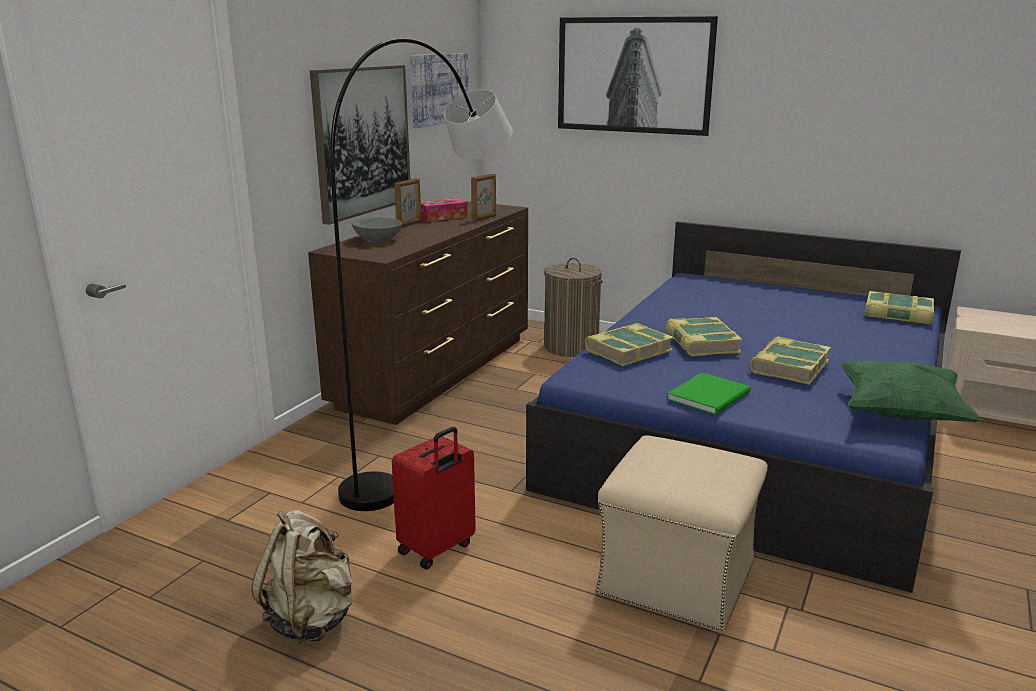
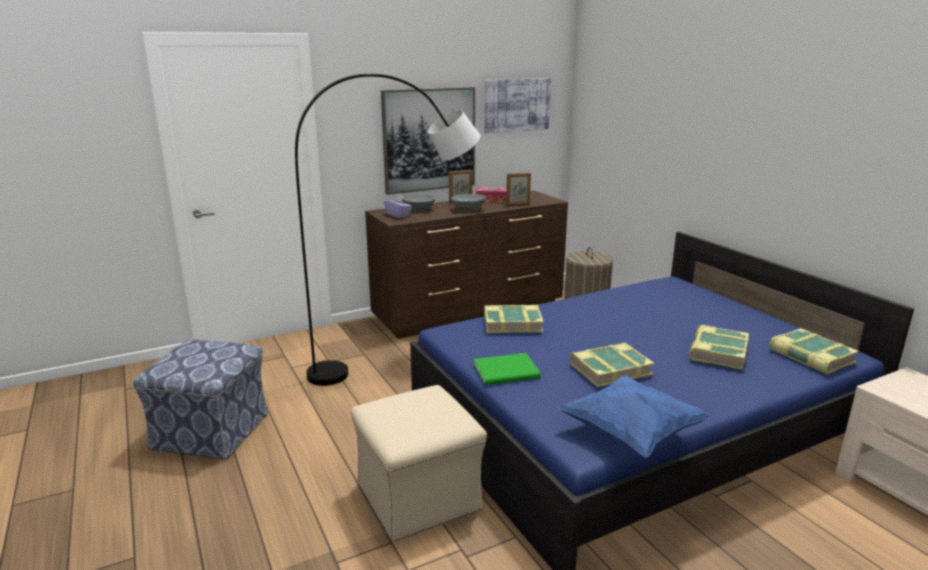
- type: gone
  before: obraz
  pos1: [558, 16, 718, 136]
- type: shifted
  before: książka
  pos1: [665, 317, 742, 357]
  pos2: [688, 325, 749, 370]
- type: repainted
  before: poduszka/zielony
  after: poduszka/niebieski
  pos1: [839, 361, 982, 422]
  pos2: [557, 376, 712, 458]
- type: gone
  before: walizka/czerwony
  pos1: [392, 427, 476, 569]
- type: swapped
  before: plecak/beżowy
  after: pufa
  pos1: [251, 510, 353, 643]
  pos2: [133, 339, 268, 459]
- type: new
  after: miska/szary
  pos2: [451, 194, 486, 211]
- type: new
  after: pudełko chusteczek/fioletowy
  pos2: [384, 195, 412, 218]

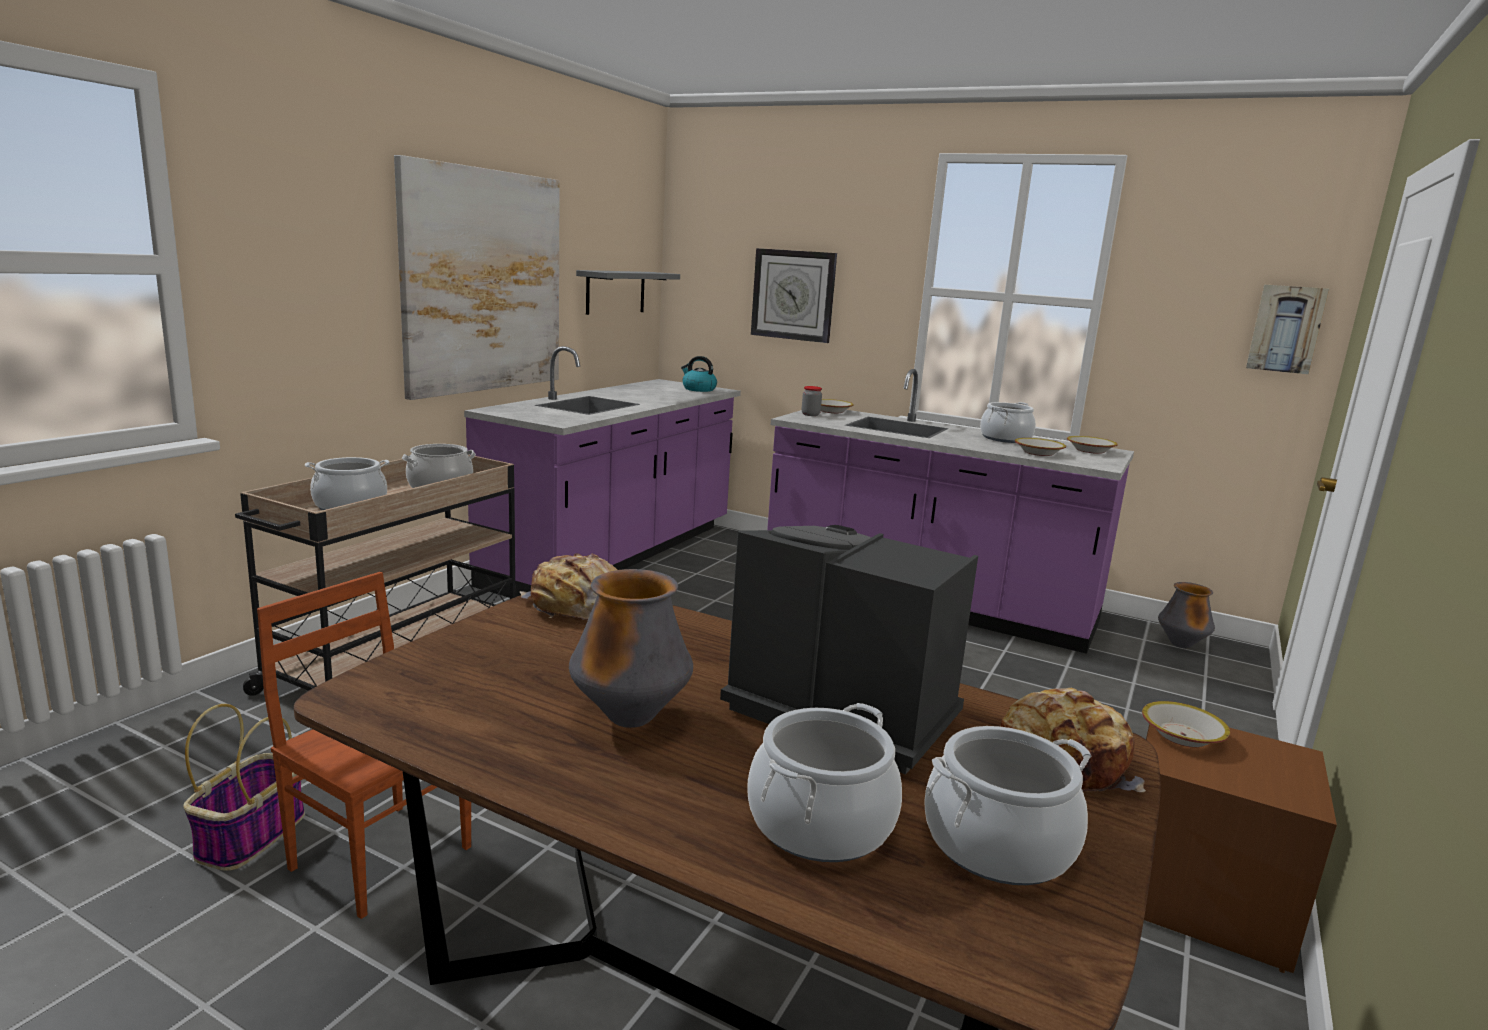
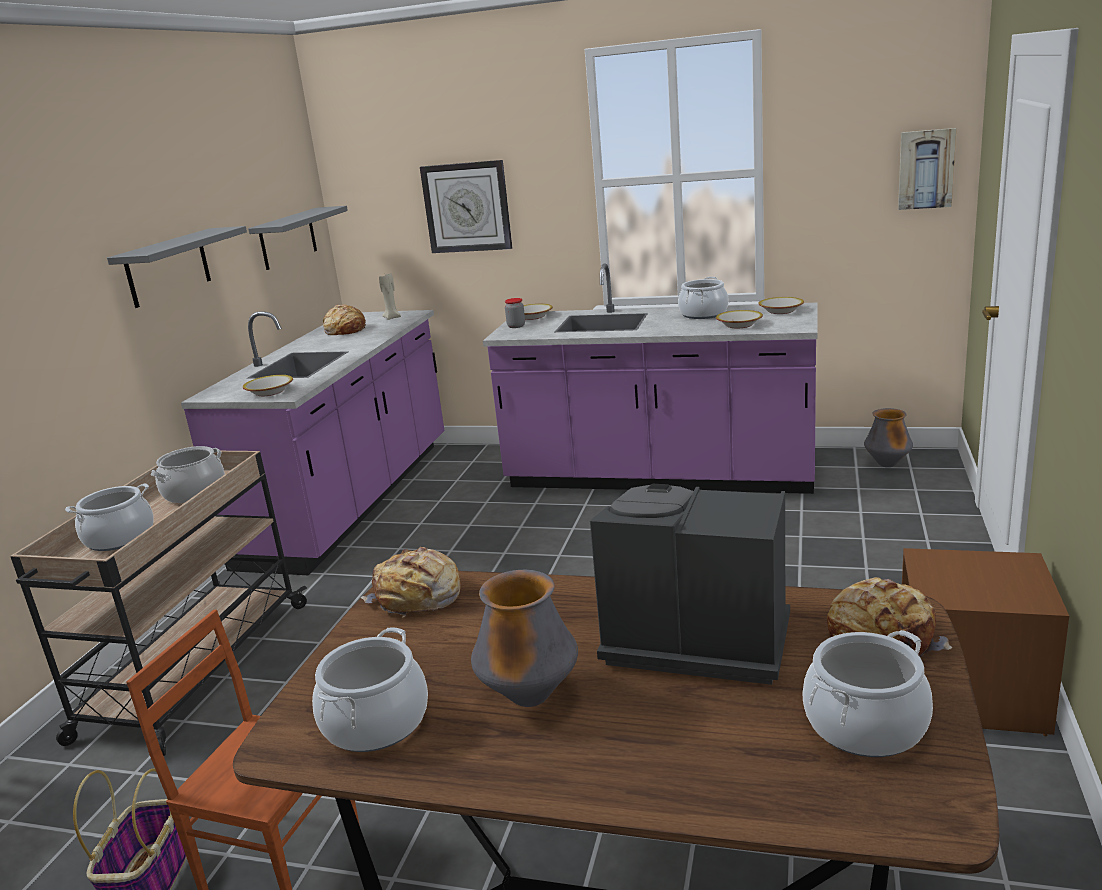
- type: swapped
  before: obraz
  after: półka/szary
  pos1: [394, 155, 560, 400]
  pos2: [107, 226, 247, 308]
- type: swapped
  before: czajnik
  after: świeca/beżowy
  pos1: [681, 356, 717, 392]
  pos2: [379, 273, 401, 320]
- type: shifted
  before: miska
  pos1: [1142, 701, 1231, 747]
  pos2: [243, 375, 293, 396]
- type: shifted
  before: garnek
  pos1: [747, 703, 902, 862]
  pos2: [312, 627, 428, 752]
- type: new
  after: chleb
  pos2: [323, 304, 366, 335]

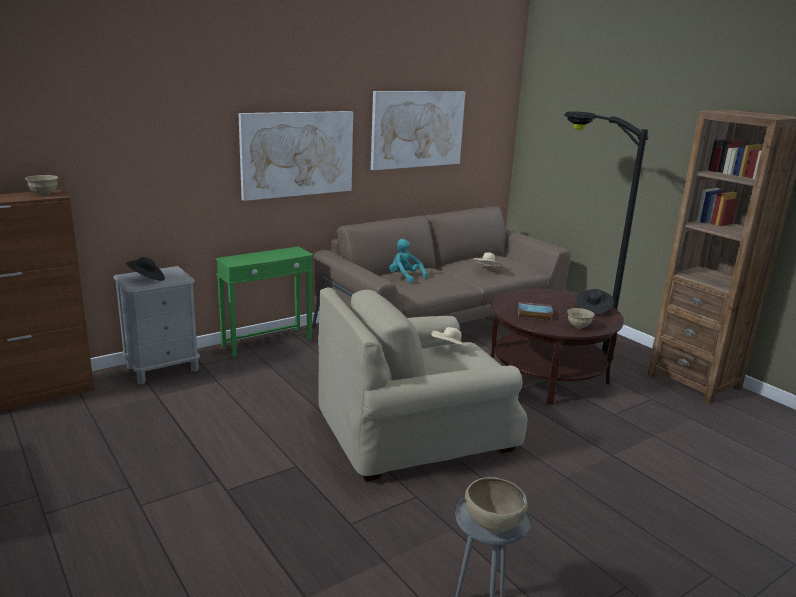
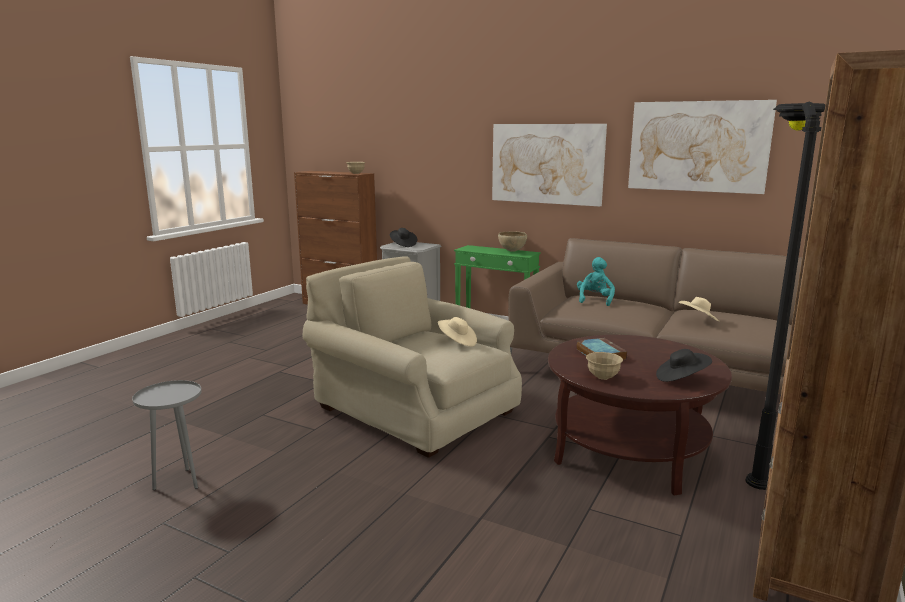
- type: shifted
  before: miska/brązowy
  pos1: [465, 477, 528, 532]
  pos2: [498, 232, 527, 252]

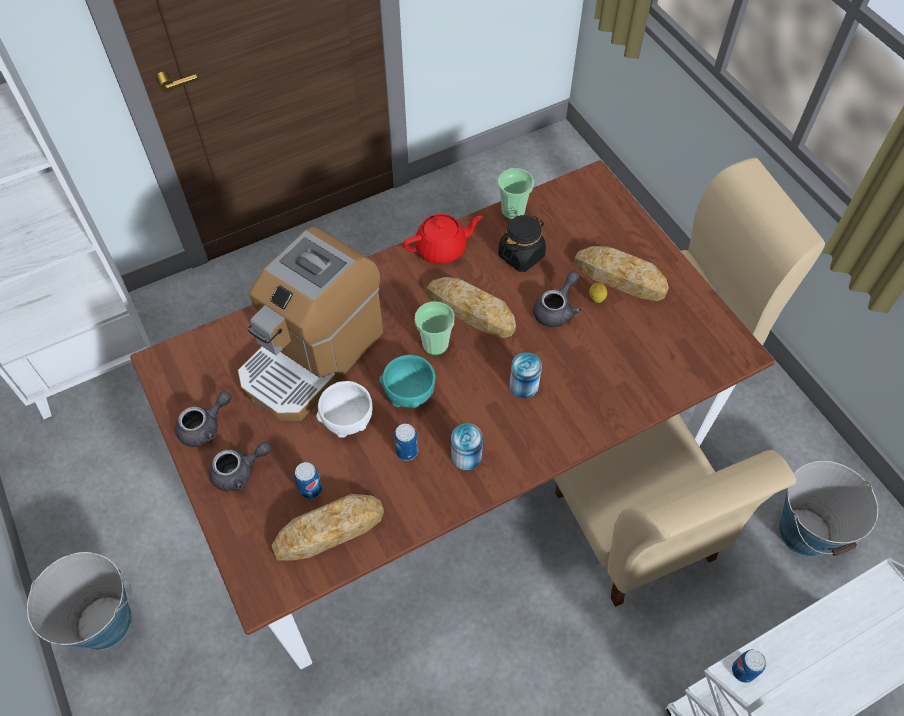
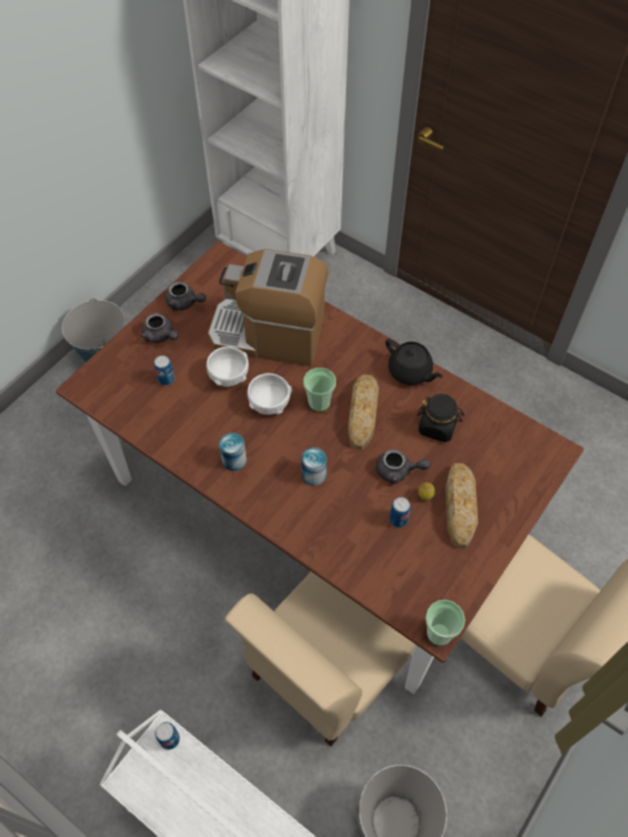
- type: shifted
  before: filiżanka
  pos1: [498, 168, 534, 220]
  pos2: [425, 600, 465, 646]
- type: repainted
  before: imbryk/czerwony
  after: imbryk/czarny
  pos1: [403, 214, 483, 264]
  pos2: [386, 339, 443, 385]
- type: repainted
  before: miska/turkusowy
  after: miska/biały
  pos1: [379, 355, 435, 408]
  pos2: [247, 373, 292, 415]
- type: shifted
  before: puszka
  pos1: [394, 424, 418, 461]
  pos2: [389, 497, 411, 528]
- type: gone
  before: chleb
  pos1: [271, 494, 384, 561]

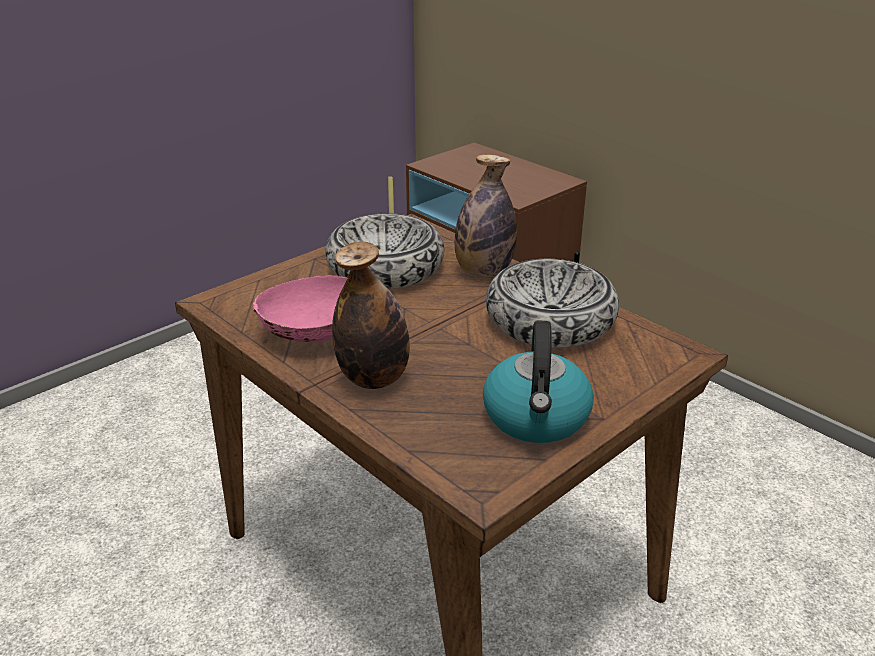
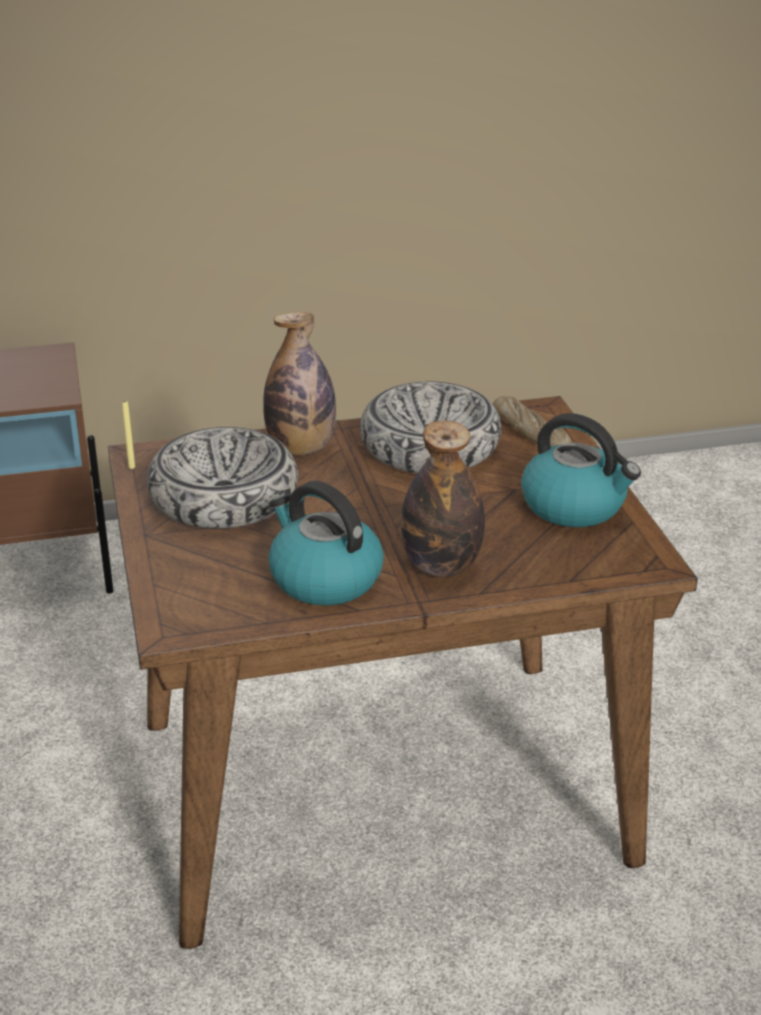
- type: swapped
  before: miska/różowy
  after: czajnik
  pos1: [253, 275, 347, 342]
  pos2: [268, 481, 384, 606]
- type: new
  after: chleb
  pos2: [493, 396, 572, 447]

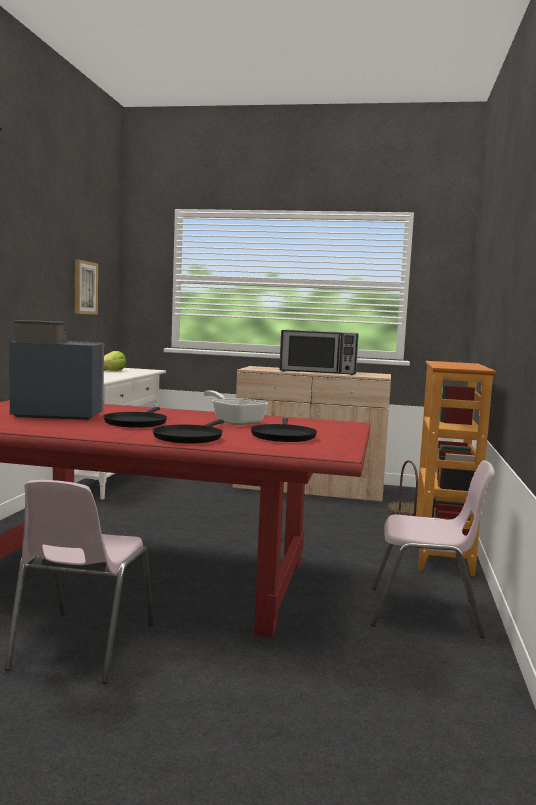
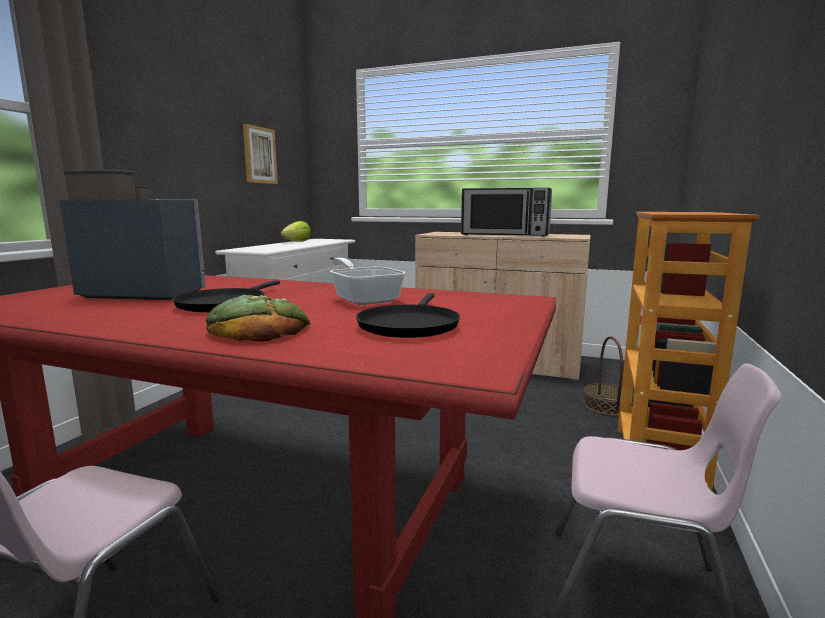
- type: swapped
  before: patelnia/czarny
  after: chleb
  pos1: [153, 419, 224, 443]
  pos2: [206, 295, 311, 342]

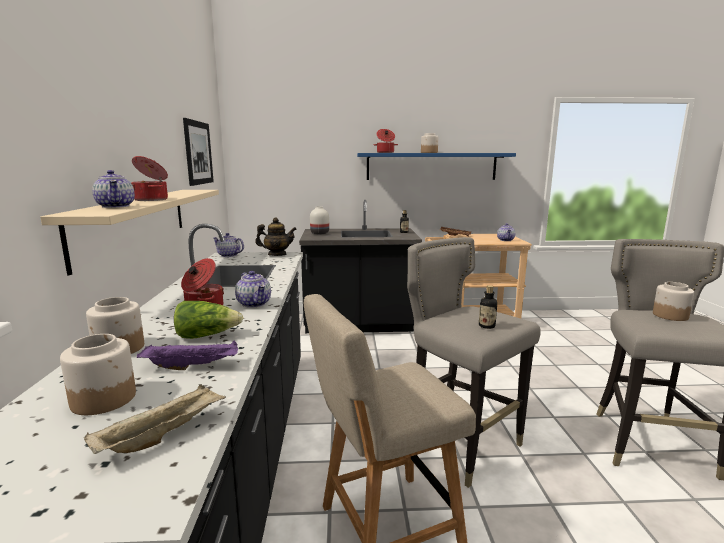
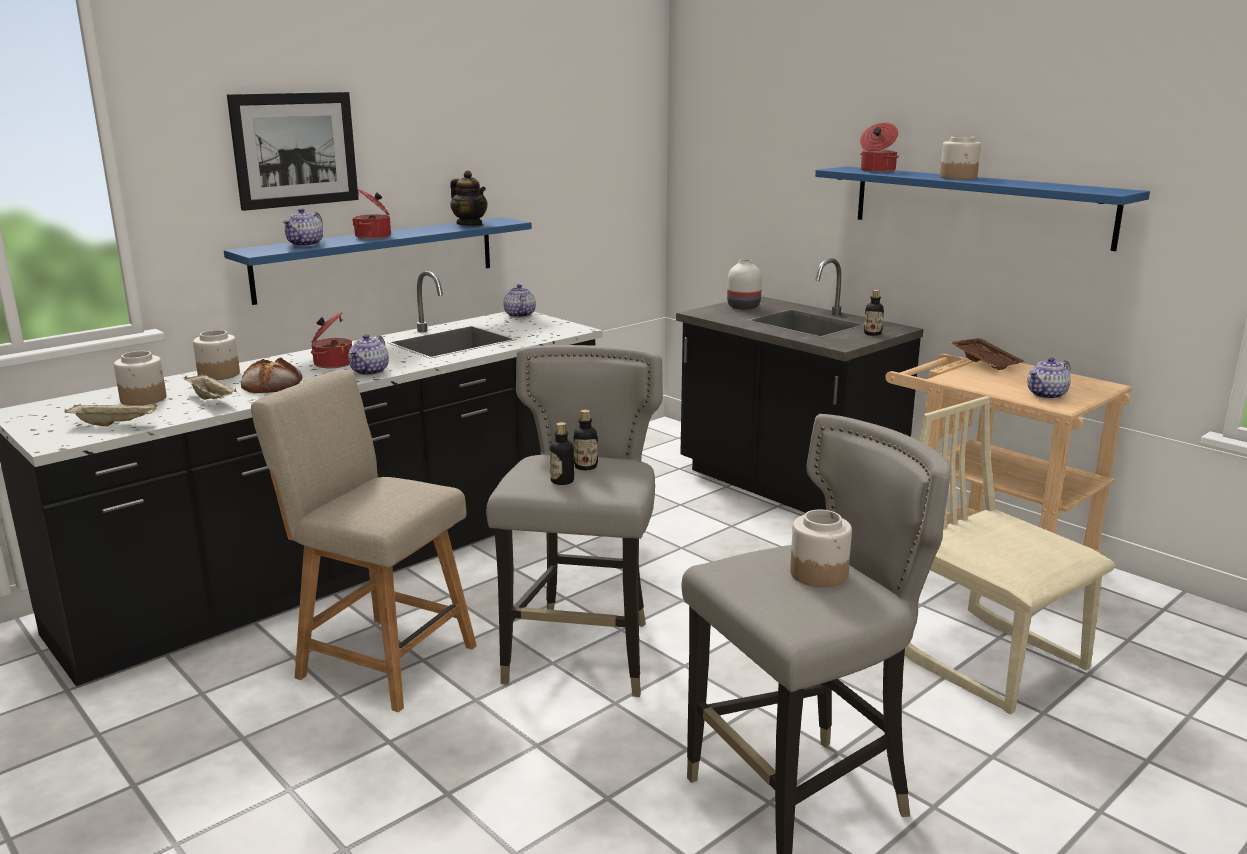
- type: shifted
  before: obraz
  pos1: [183, 118, 214, 186]
  pos2: [227, 92, 359, 211]
- type: repainted
  before: półka/beżowy
  after: półka/niebieski
  pos1: [40, 190, 219, 275]
  pos2: [224, 217, 532, 305]
- type: shifted
  before: imbryk
  pos1: [255, 218, 297, 256]
  pos2: [450, 170, 488, 226]
- type: swapped
  before: sałata
  after: chleb
  pos1: [174, 301, 243, 339]
  pos2: [241, 357, 302, 393]
- type: repainted
  before: taca/fioletowy
  after: taca/beżowy
  pos1: [137, 340, 238, 370]
  pos2: [184, 374, 237, 400]
- type: new
  after: krzesło/beżowy
  pos2: [904, 396, 1115, 715]
- type: new
  after: butelka
  pos2: [573, 410, 598, 470]

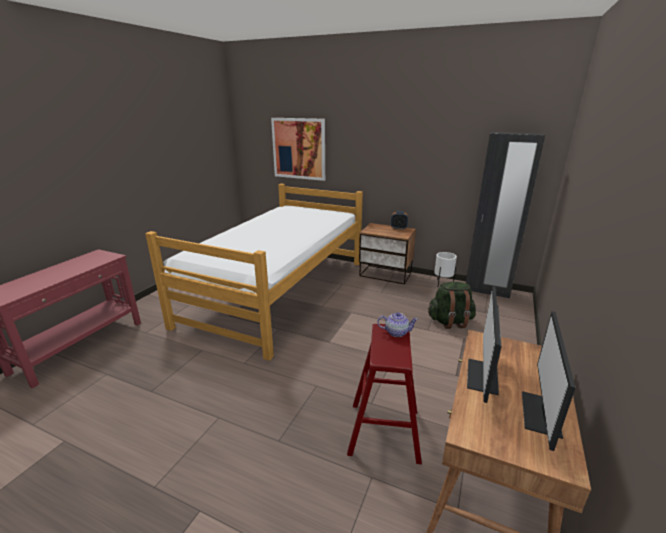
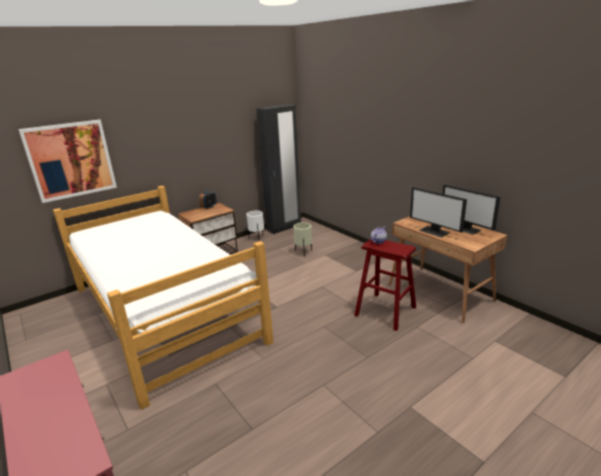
- type: swapped
  before: plecak/zielony
  after: donica/beżowy
  pos1: [428, 282, 476, 329]
  pos2: [294, 222, 312, 257]

